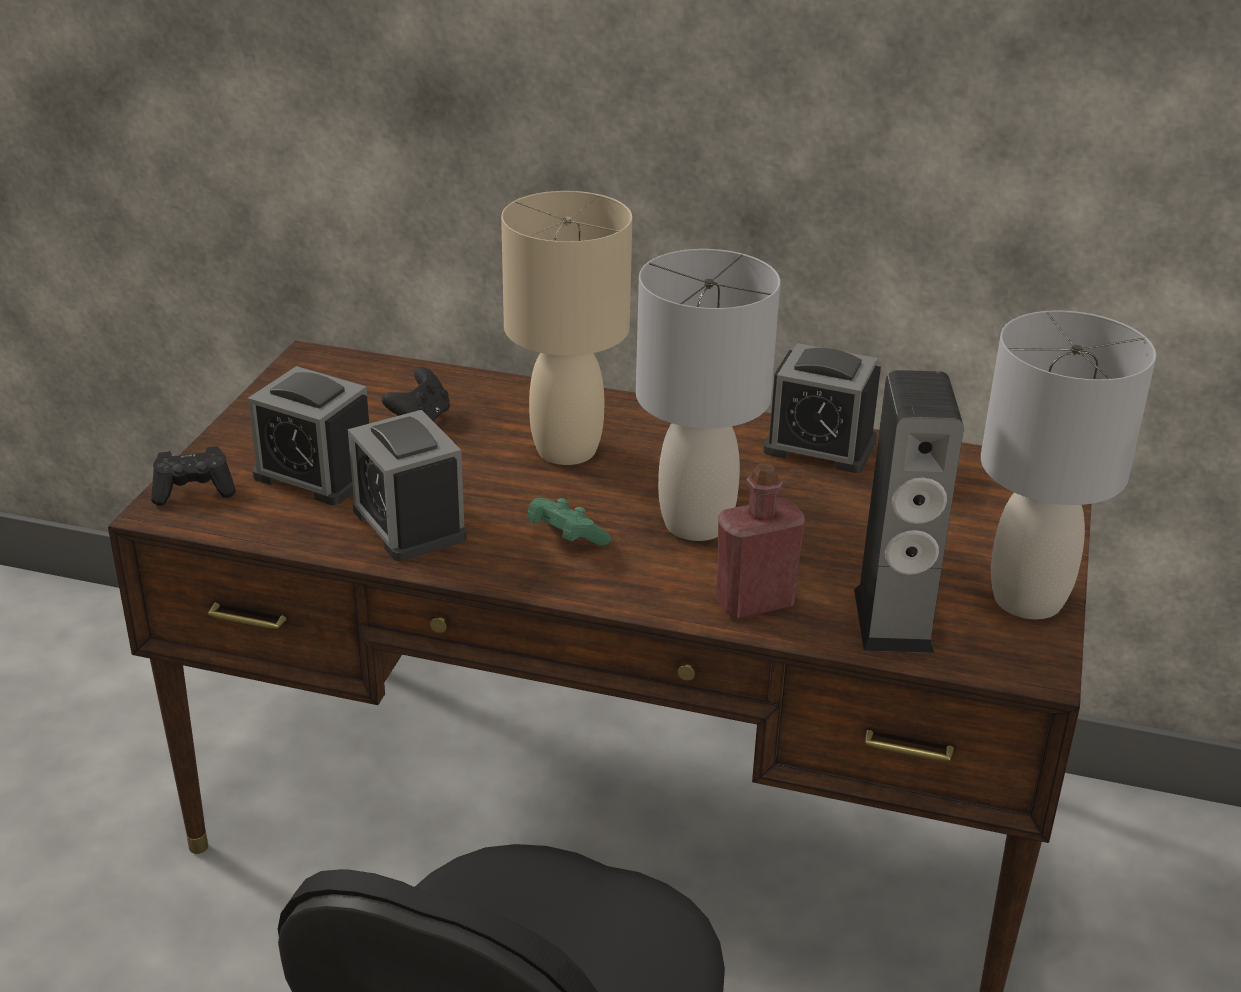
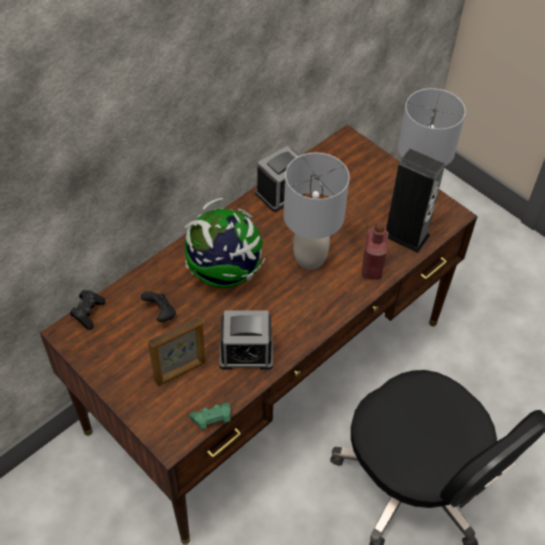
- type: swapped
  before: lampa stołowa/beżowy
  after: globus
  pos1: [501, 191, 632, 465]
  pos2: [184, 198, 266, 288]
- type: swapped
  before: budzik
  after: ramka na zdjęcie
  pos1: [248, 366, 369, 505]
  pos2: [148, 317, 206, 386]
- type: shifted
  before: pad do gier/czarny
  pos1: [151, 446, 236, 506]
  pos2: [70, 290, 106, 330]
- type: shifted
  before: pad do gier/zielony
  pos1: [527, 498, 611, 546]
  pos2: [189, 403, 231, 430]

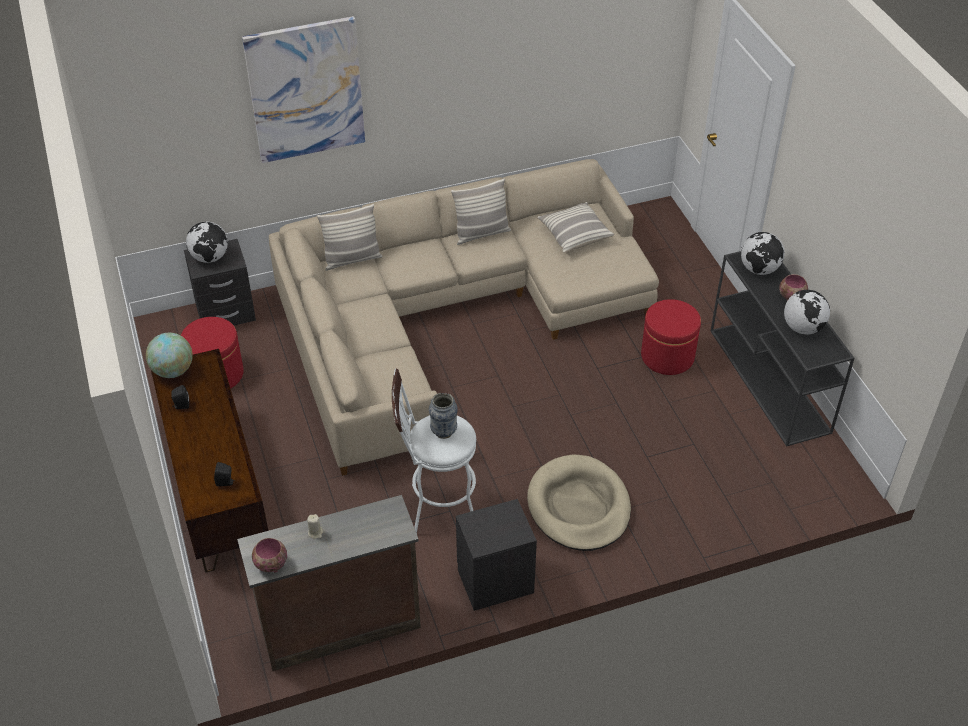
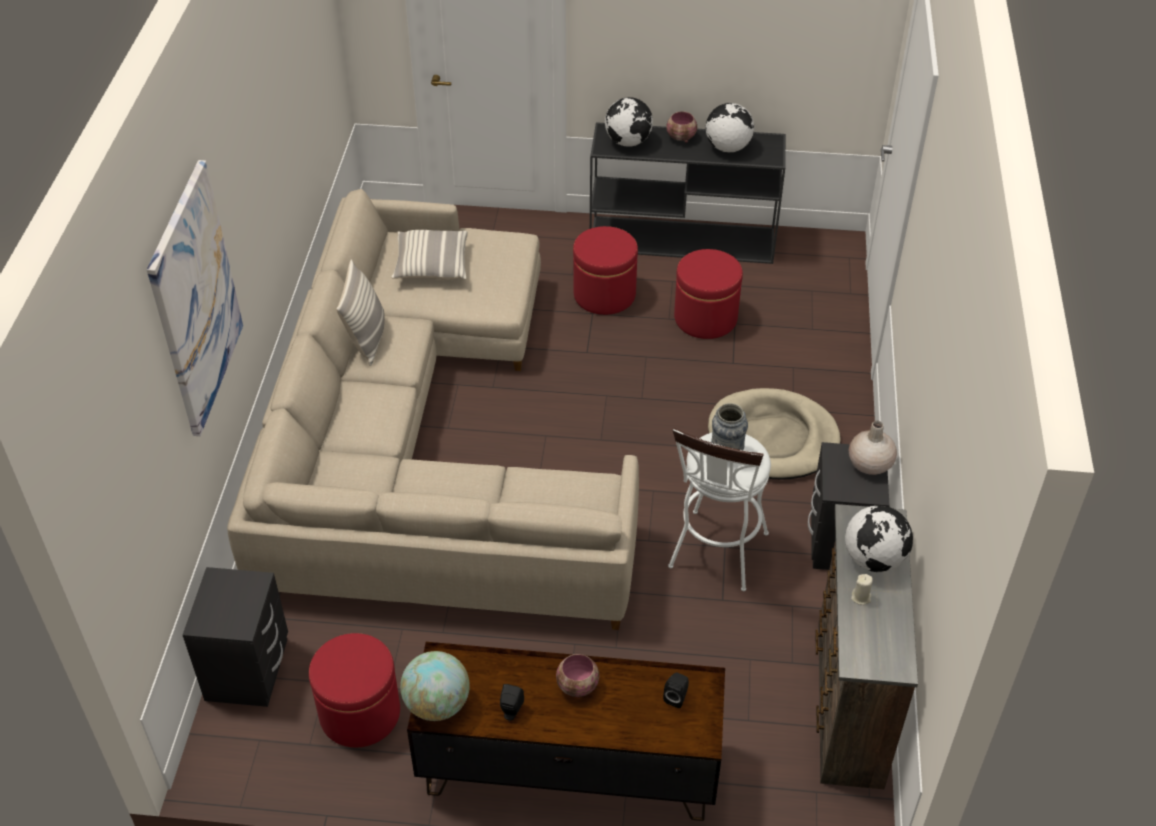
- type: gone
  before: poduszka
  pos1: [317, 204, 383, 271]
- type: shifted
  before: globus
  pos1: [186, 221, 228, 263]
  pos2: [845, 505, 913, 572]
- type: shifted
  before: miska
  pos1: [252, 538, 287, 573]
  pos2: [556, 654, 600, 698]
- type: new
  after: pufa/czerwony
  pos2: [674, 249, 743, 339]
- type: new
  after: wazon/beżowy
  pos2: [849, 421, 897, 475]

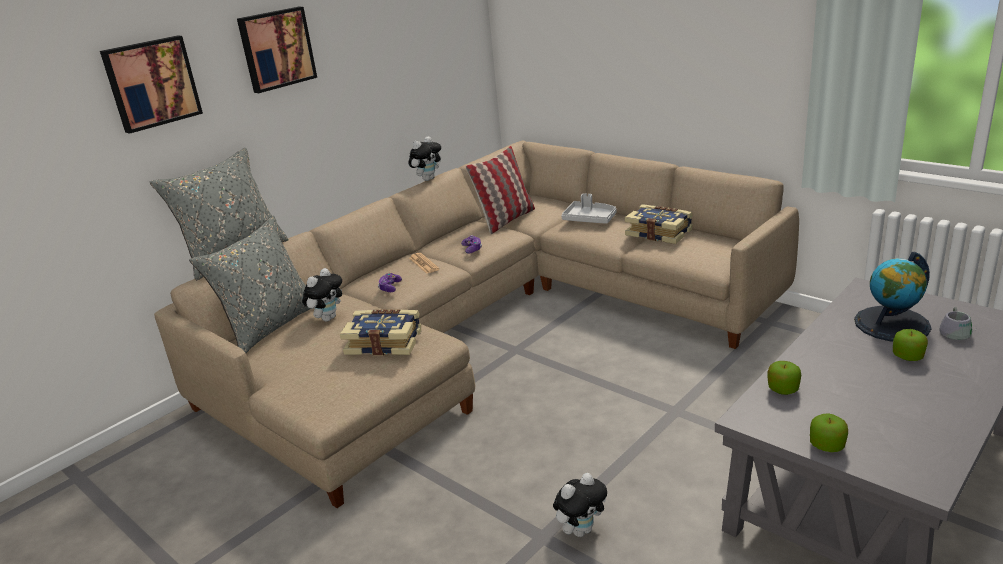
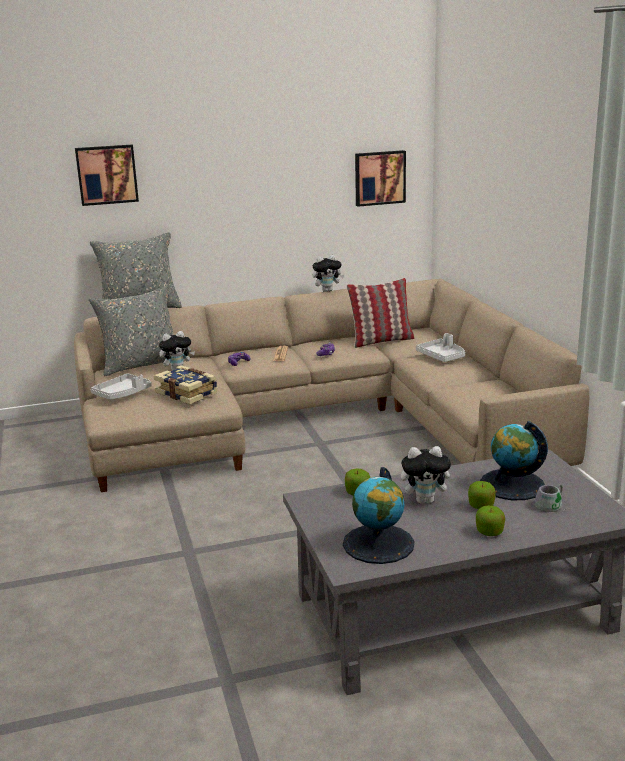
- type: shifted
  before: obraz
  pos1: [237, 7, 317, 93]
  pos2: [355, 150, 406, 207]
- type: gone
  before: książka
  pos1: [625, 204, 693, 244]
- type: shifted
  before: jabłko
  pos1: [810, 413, 848, 452]
  pos2: [476, 506, 505, 536]
- type: shifted
  before: pluszak
  pos1: [553, 473, 607, 537]
  pos2: [401, 446, 456, 504]
- type: new
  after: taca/szary
  pos2: [91, 373, 152, 400]
- type: new
  after: globus
  pos2: [343, 467, 414, 564]

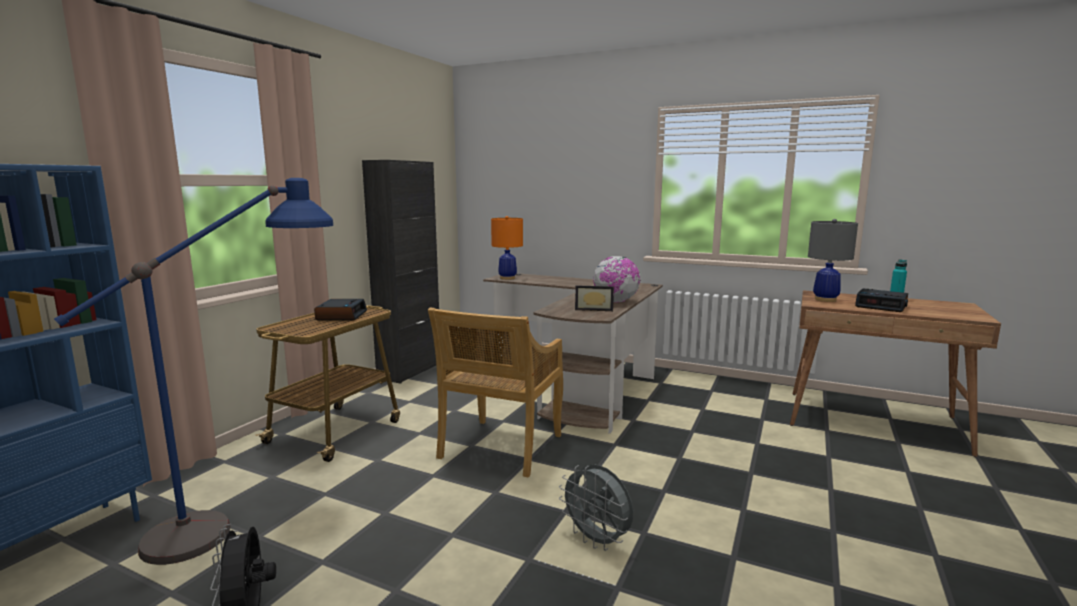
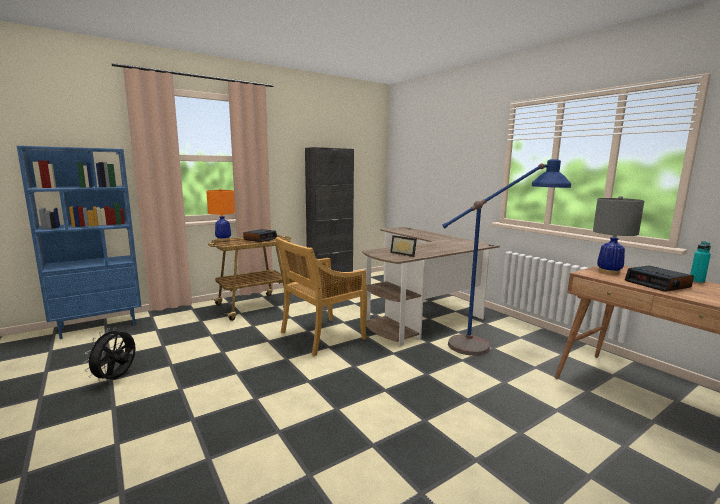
- type: shifted
  before: lampa stojąca/niebieski
  pos1: [54, 178, 333, 565]
  pos2: [442, 159, 571, 356]
- type: shifted
  before: lampa stołowa/pomarańczowy
  pos1: [491, 216, 523, 280]
  pos2: [206, 188, 235, 241]
- type: gone
  before: globus
  pos1: [593, 256, 640, 302]
- type: gone
  before: wentylator/szary
  pos1: [559, 464, 633, 551]

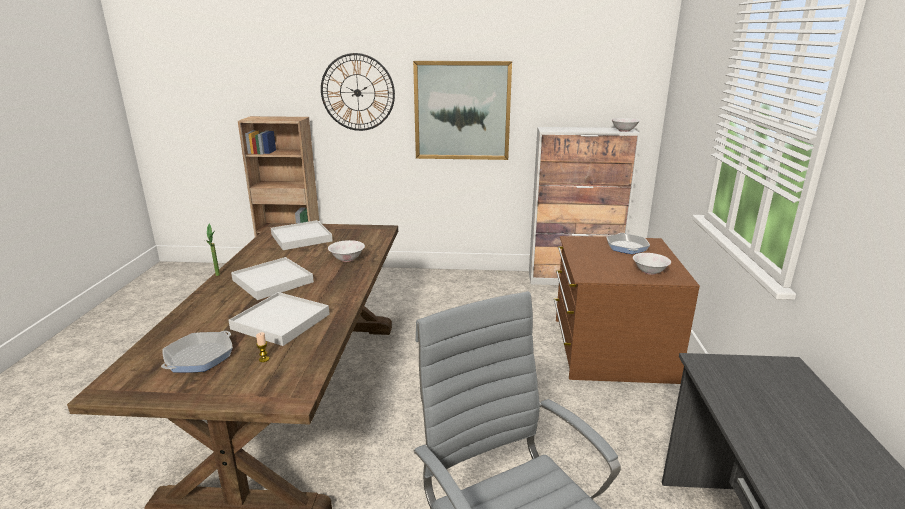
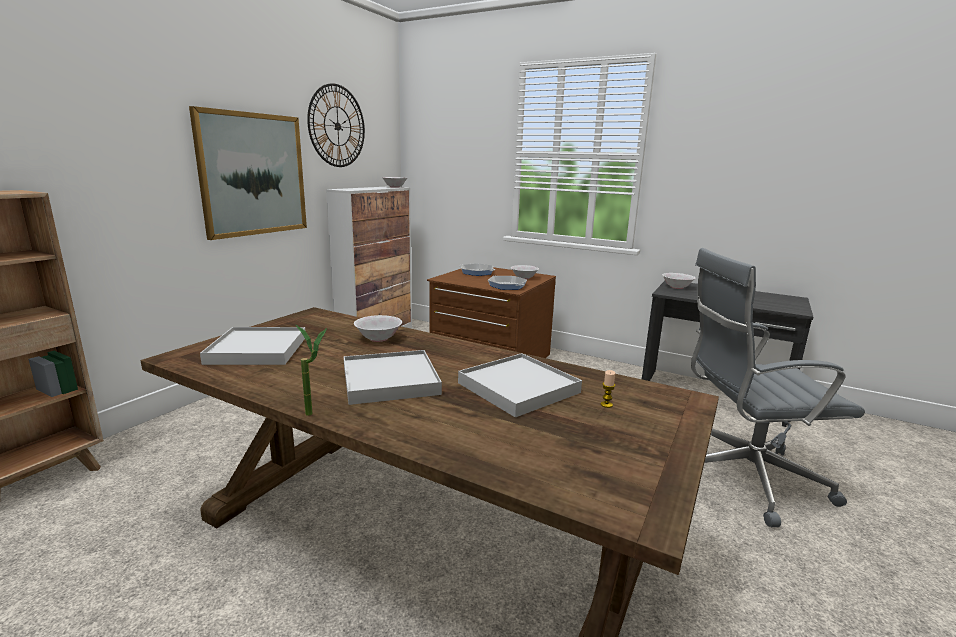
- type: shifted
  before: zegar ścienny
  pos1: [321, 53, 395, 131]
  pos2: [307, 83, 365, 167]
- type: shifted
  before: patelnia
  pos1: [161, 331, 233, 373]
  pos2: [488, 276, 527, 290]
- type: new
  after: miska/biały
  pos2: [662, 273, 695, 289]

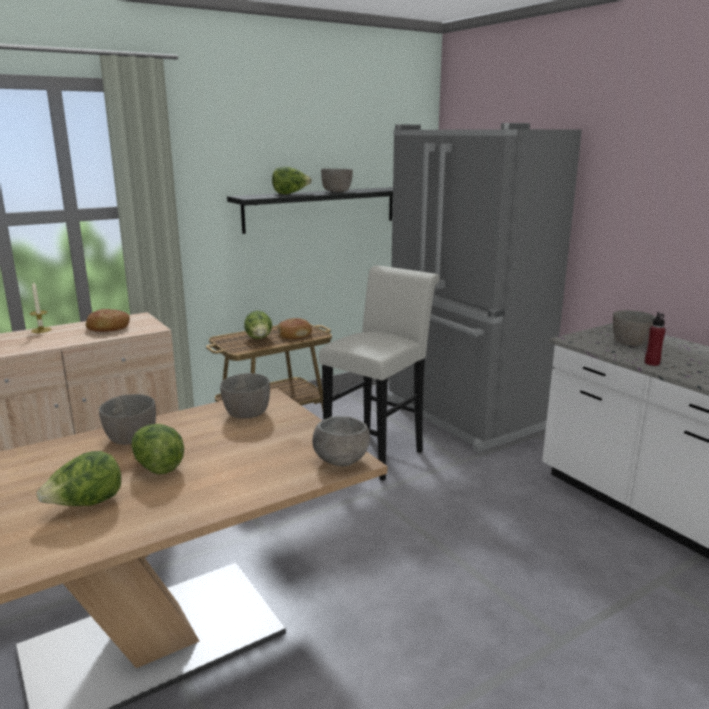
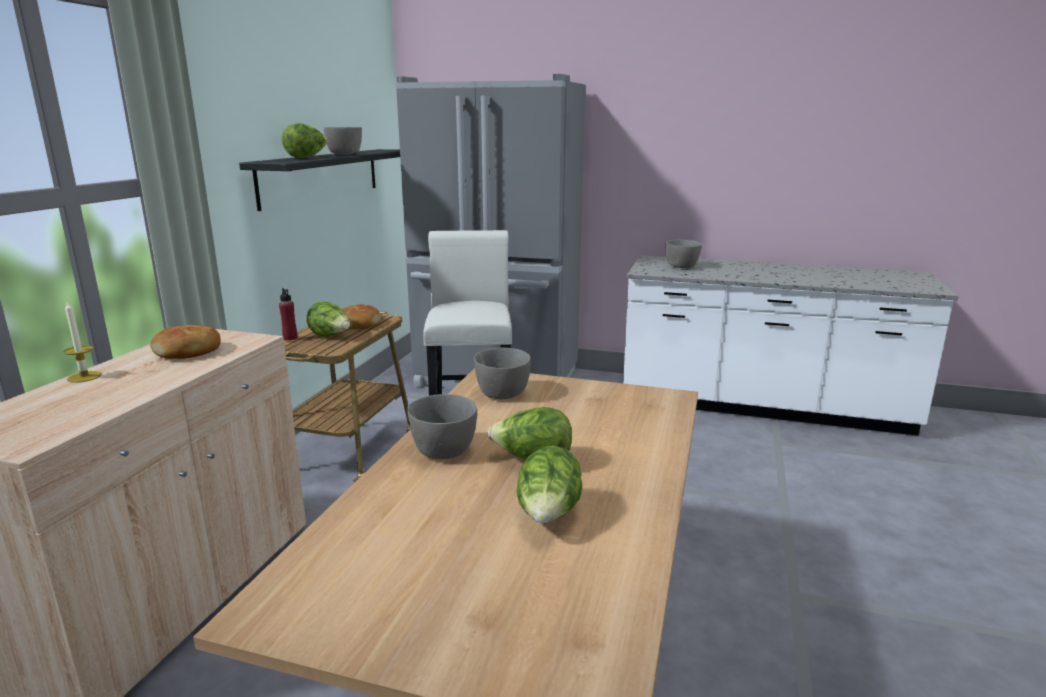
- type: shifted
  before: butelka/czerwony
  pos1: [645, 312, 666, 366]
  pos2: [279, 288, 297, 340]
- type: gone
  before: miska/szary
  pos1: [312, 416, 370, 466]

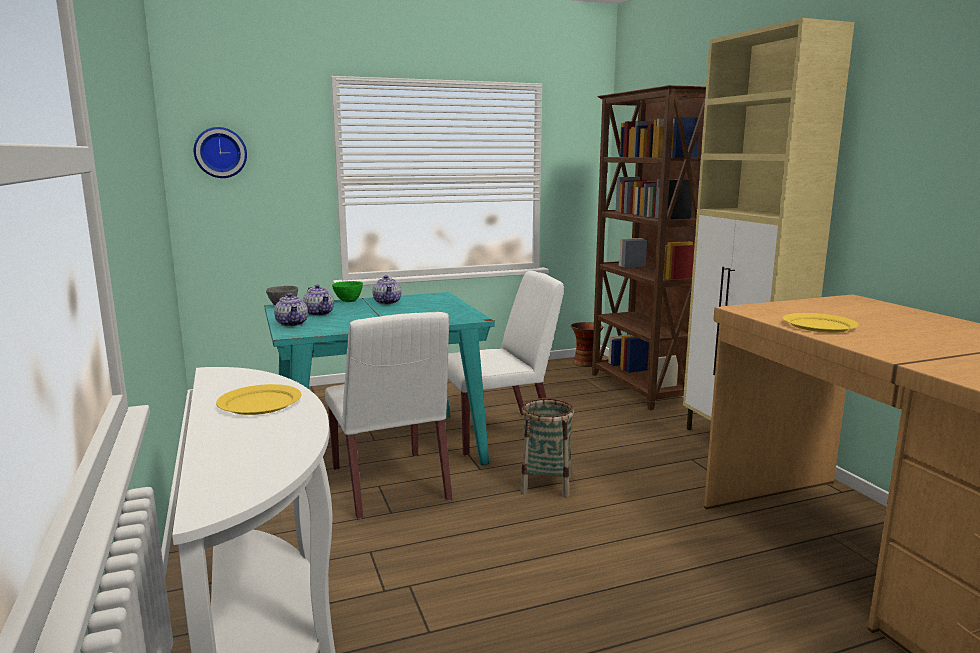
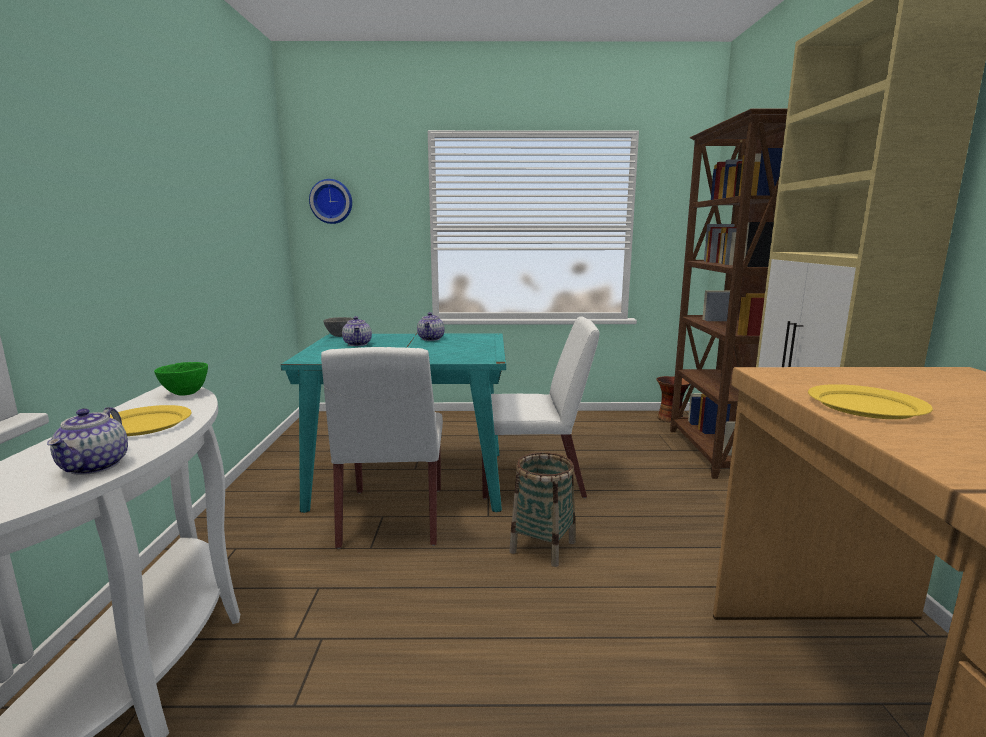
- type: shifted
  before: miska/zielony
  pos1: [332, 281, 363, 302]
  pos2: [154, 362, 208, 396]
- type: shifted
  before: imbryk
  pos1: [274, 293, 308, 327]
  pos2: [47, 407, 128, 475]

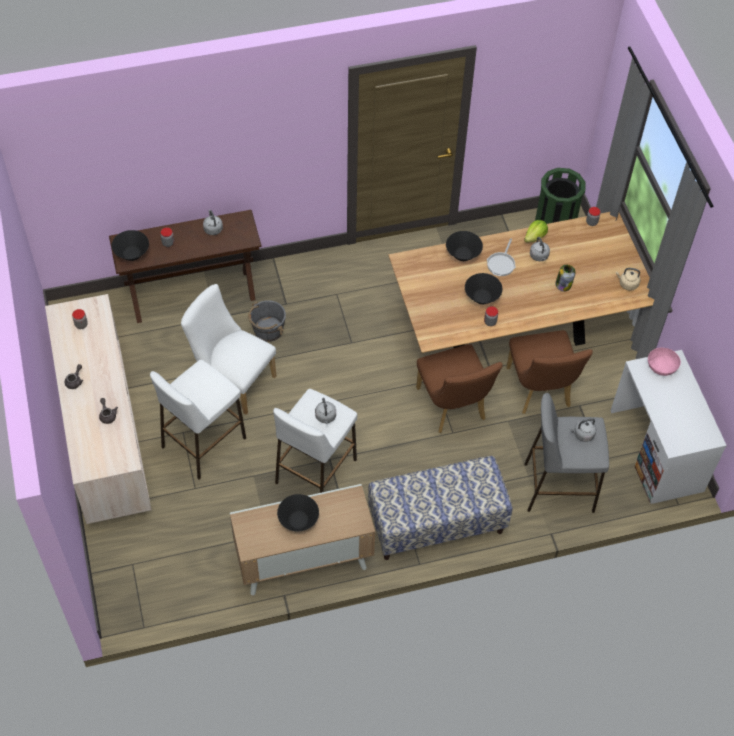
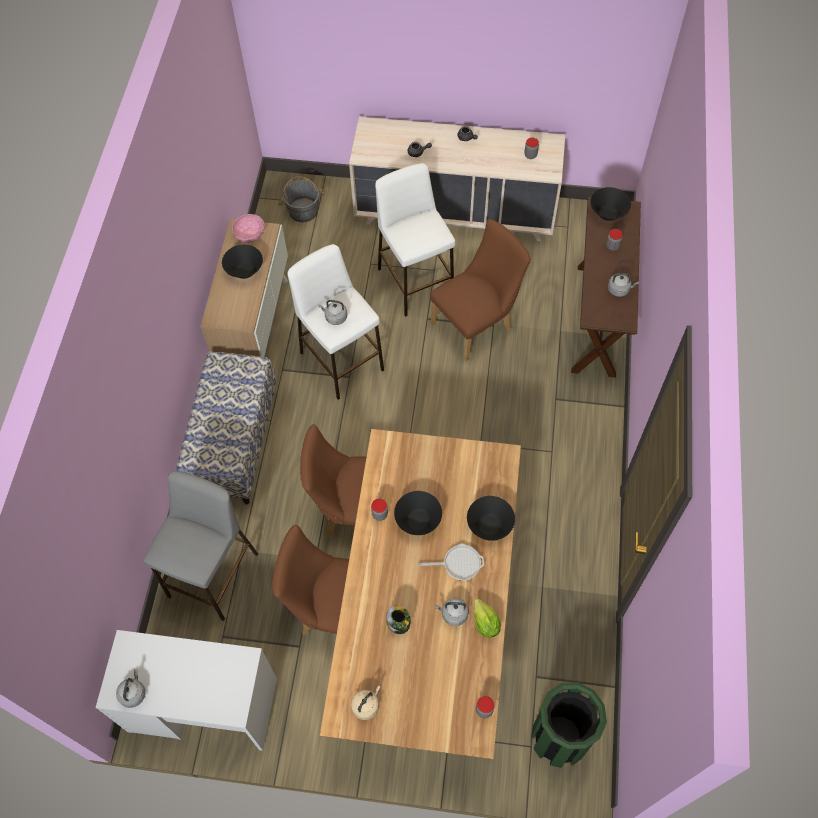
- type: rotated
  before: patelnia
  pos1: [487, 239, 516, 276]
  pos2: [418, 544, 484, 581]
  turn: 135
- type: repainted
  before: krzesło/biały
  after: krzesło/brązowy
  pos1: [181, 284, 277, 415]
  pos2: [430, 219, 531, 362]
- type: shifted
  before: wiadro/szary
  pos1: [248, 300, 286, 342]
  pos2: [279, 176, 325, 222]
- type: shifted
  before: miska/różowy
  pos1: [648, 348, 681, 376]
  pos2: [232, 214, 264, 243]
- type: shifted
  before: czajnik/szary
  pos1: [569, 418, 596, 442]
  pos2: [116, 669, 146, 708]

